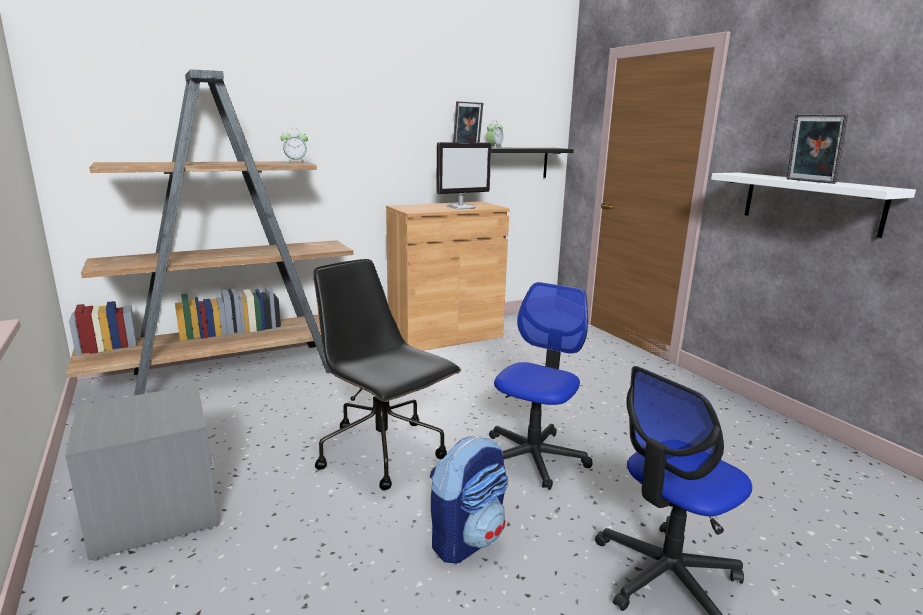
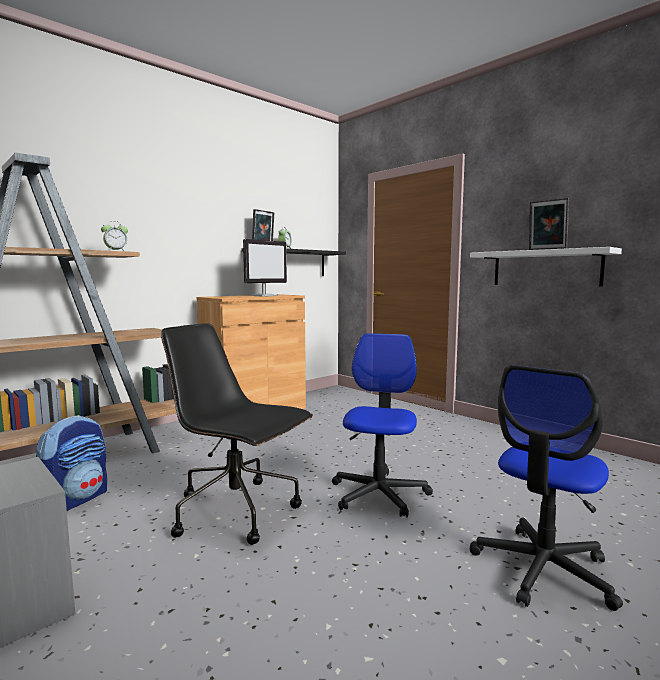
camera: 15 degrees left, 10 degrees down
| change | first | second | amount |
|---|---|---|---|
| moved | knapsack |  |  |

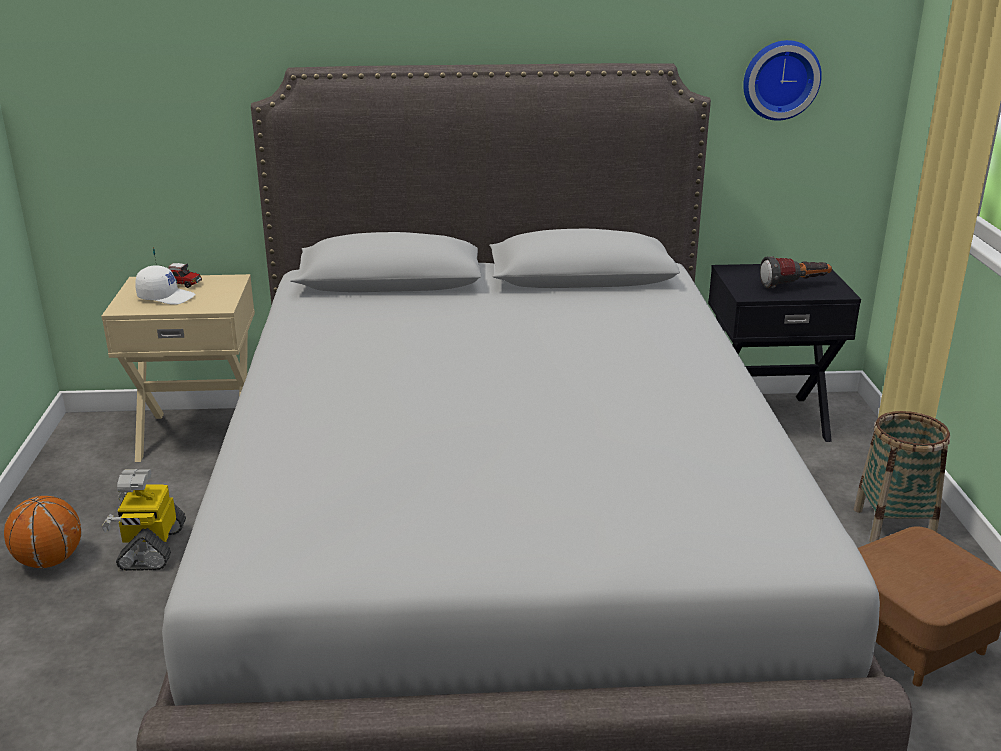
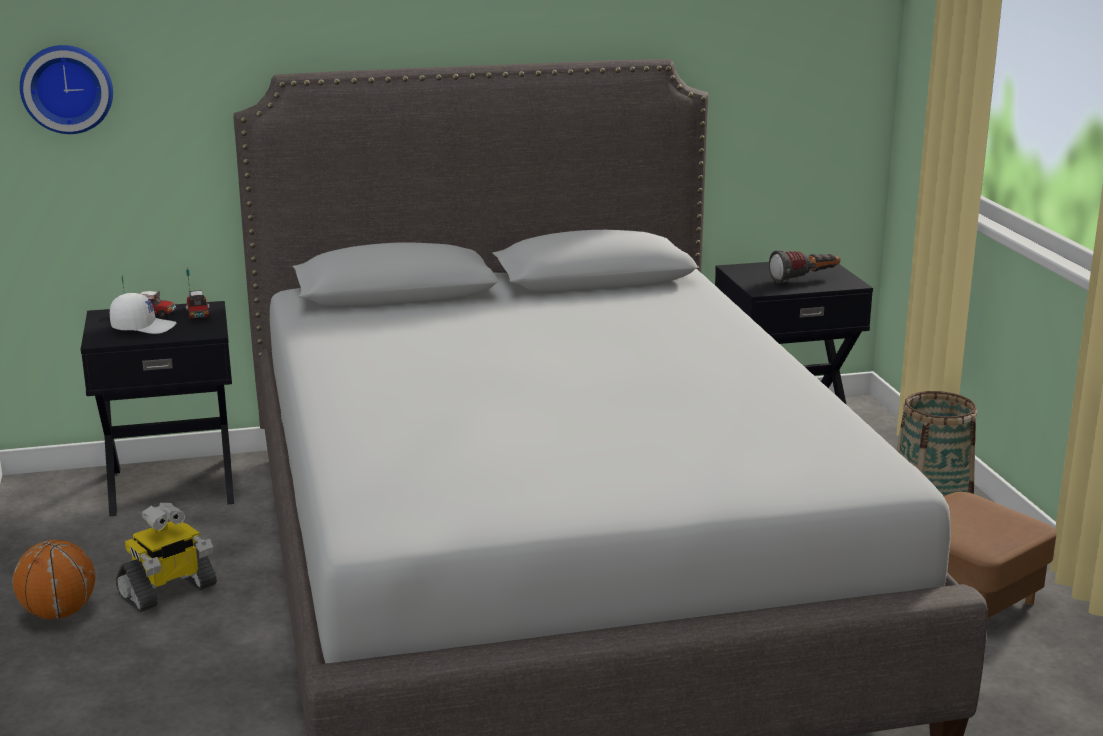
camera: 10 degrees left, 5 degrees down
| change | first | second | amount |
|---|---|---|---|
| recoloured | beige-coloured night table | black night table (1st from left) |  |
| turned | toy robot |  | 120 degrees counterclockwise |
| moved | clock on the wall |  |  |
| added |  | toy truck (2nd from left) |  |

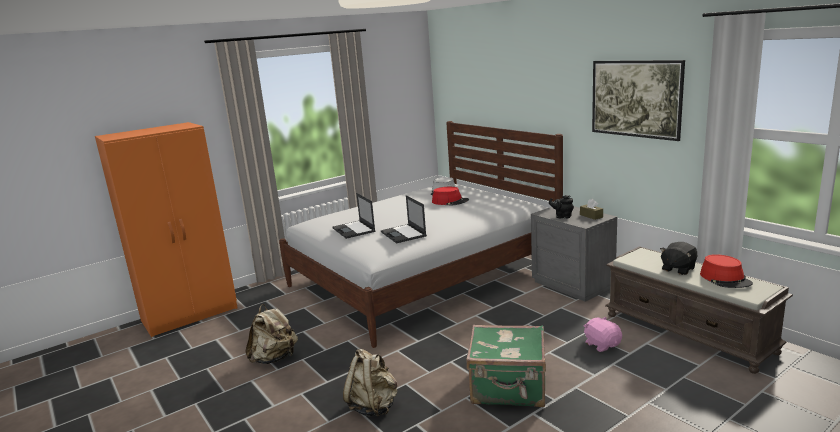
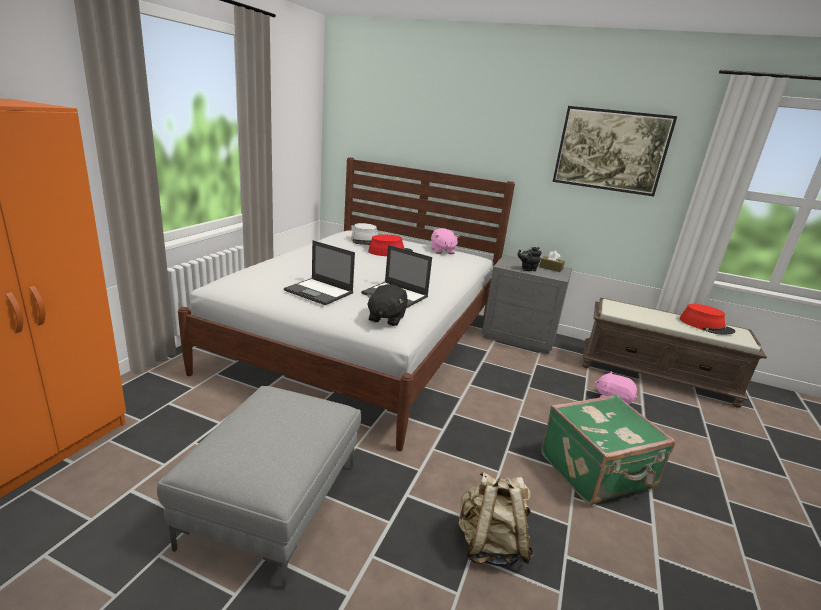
camera: 35 degrees left, 5 degrees up
| change | first | second | amount |
|---|---|---|---|
| replaced | beige-coloured knapsack (1st from left) | gray pouffe |  |
| moved | black cuddly toy |  |  |
| added |  | pink cuddly toy (1st from left) |  |

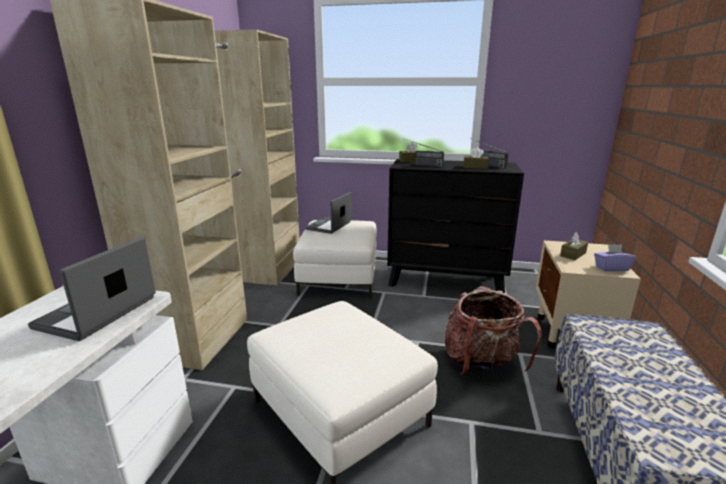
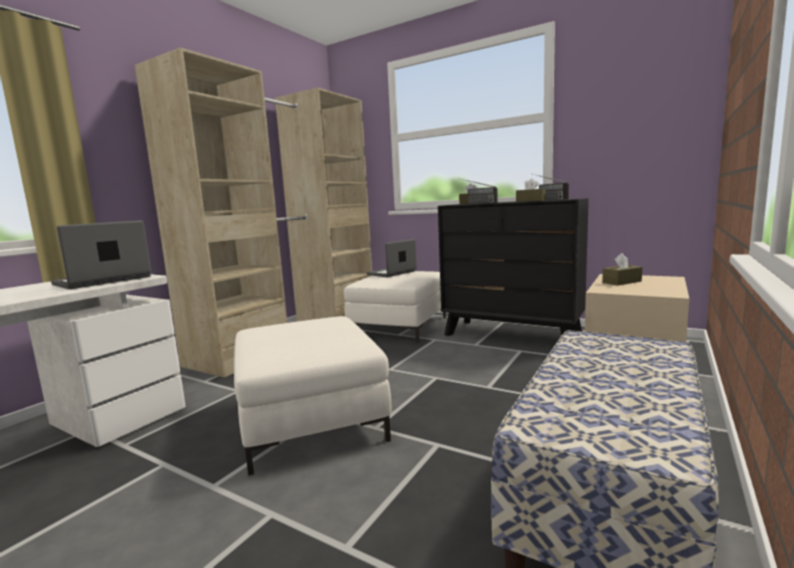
camera: 20 degrees right, 10 degrees down
| change | first | second | amount |
|---|---|---|---|
| removed | knapsack |  |  |
| removed | purple box of tissues |  |  |

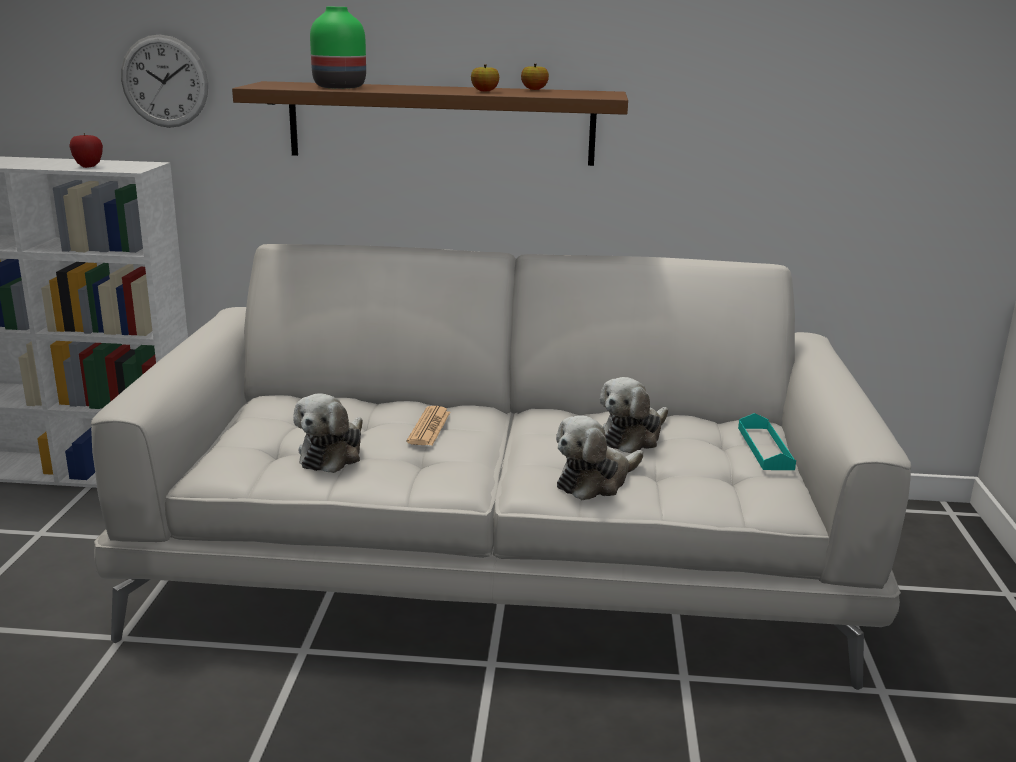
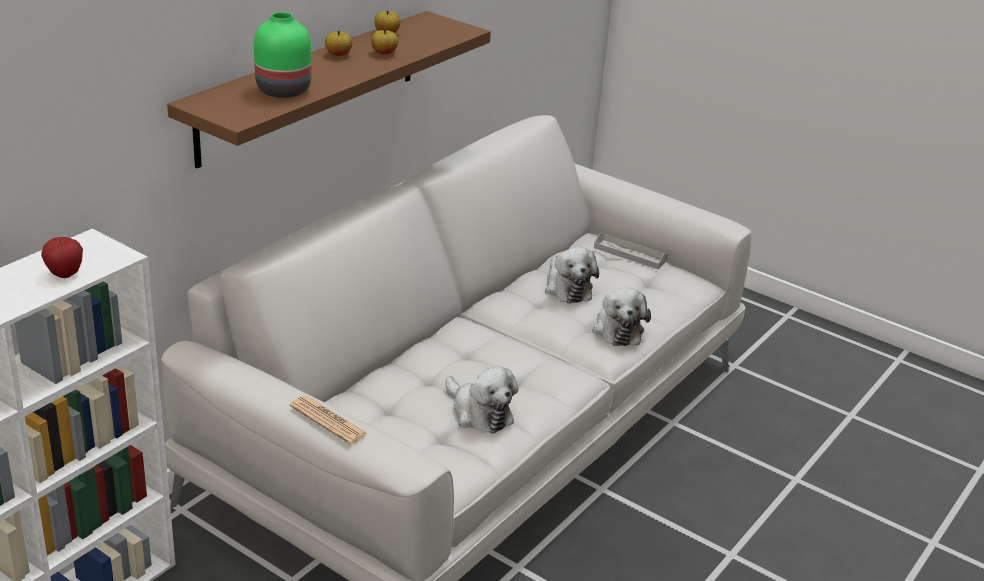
camera: 60 degrees left, 10 degrees up
| change | first | second | amount |
|---|---|---|---|
| removed | clock on the wall |  |  |
| moved | daily paper |  |  |
| recoloured | blue-green tray | gray tray |  |
| added |  | apple fruit (2nd from left) |  |

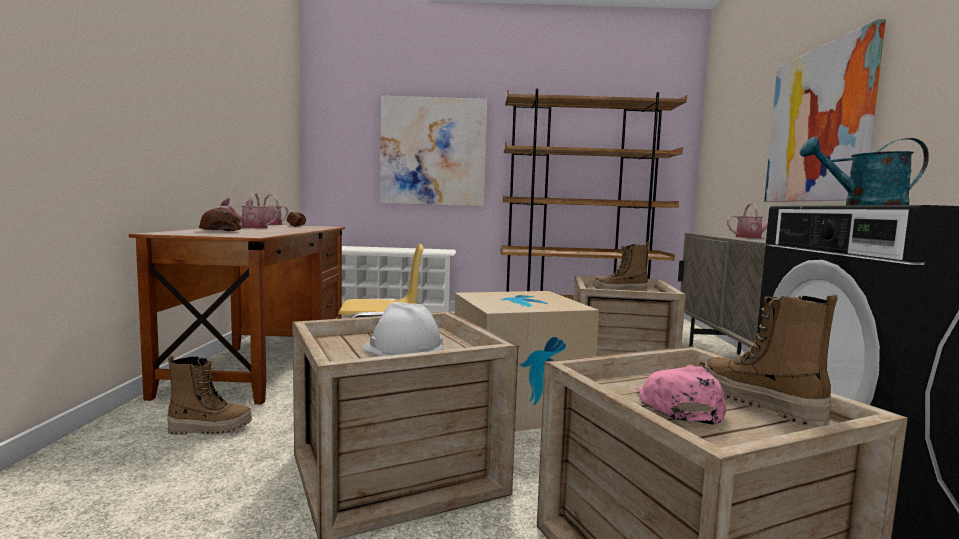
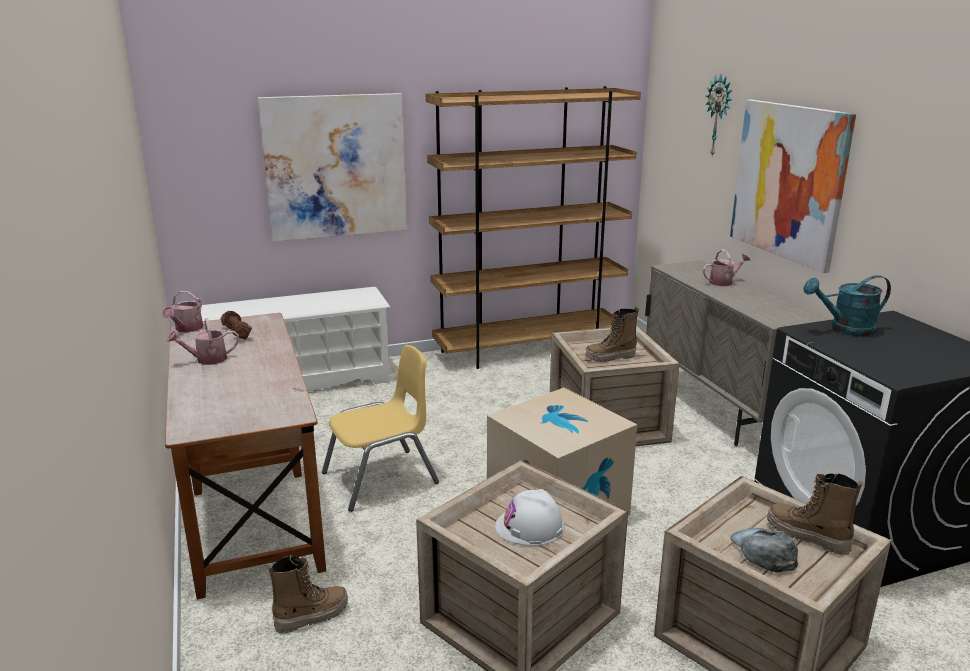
camera: 20 degrees left, 15 degrees up
| change | first | second | amount |
|---|---|---|---|
| removed | brown-coloured cap |  |  |
| recoloured | pink cap | gray cap |  |
| added |  | clock on the wall |  |

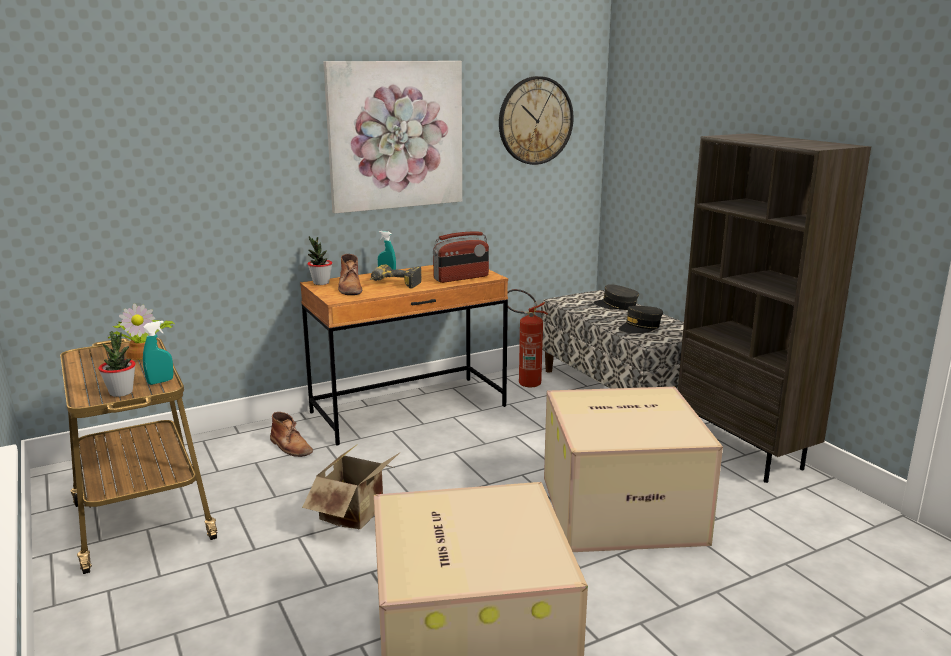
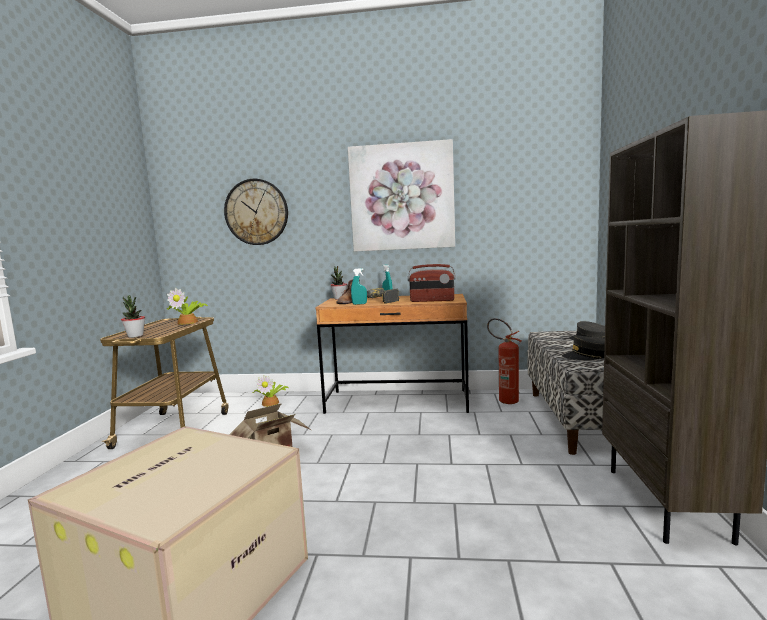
camera: 35 degrees right, 10 degrees down
| change | first | second | amount |
|---|---|---|---|
| moved | blue-green hand sprayer (1st from left) |  |  |
| removed | brown-coloured tall boot (1st from left) |  |  |
| moved | clock on the wall |  |  |
| removed | packing box (3rd from left) |  |  |
| added |  | houseplant (3rd from left) |  |

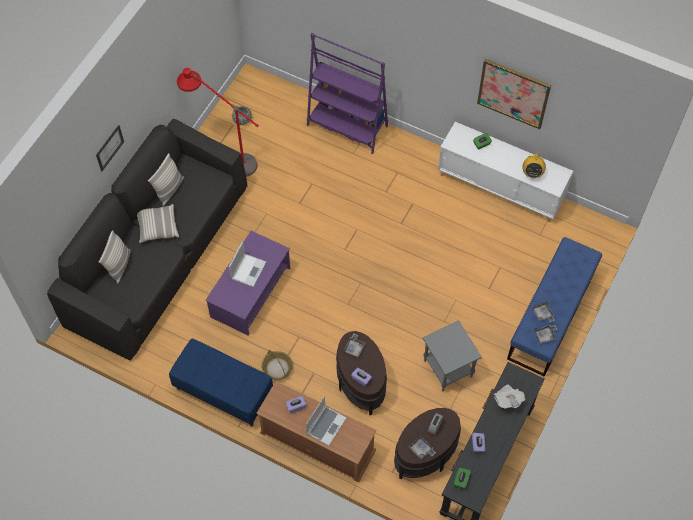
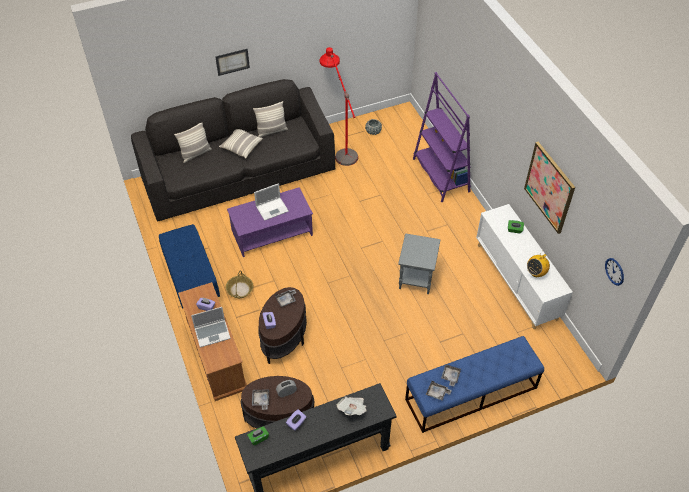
camera: 40 degrees right, 10 degrees down
| change | first | second | amount |
|---|---|---|---|
| moved | gray accent table |  |  |
| added |  | clock on the wall |  |

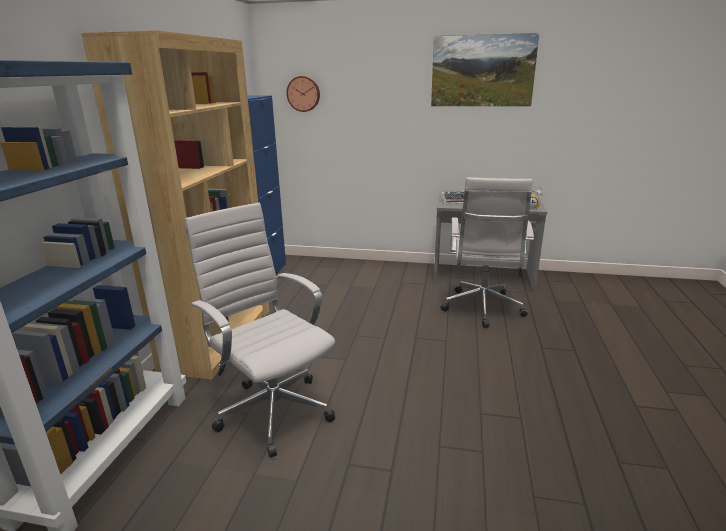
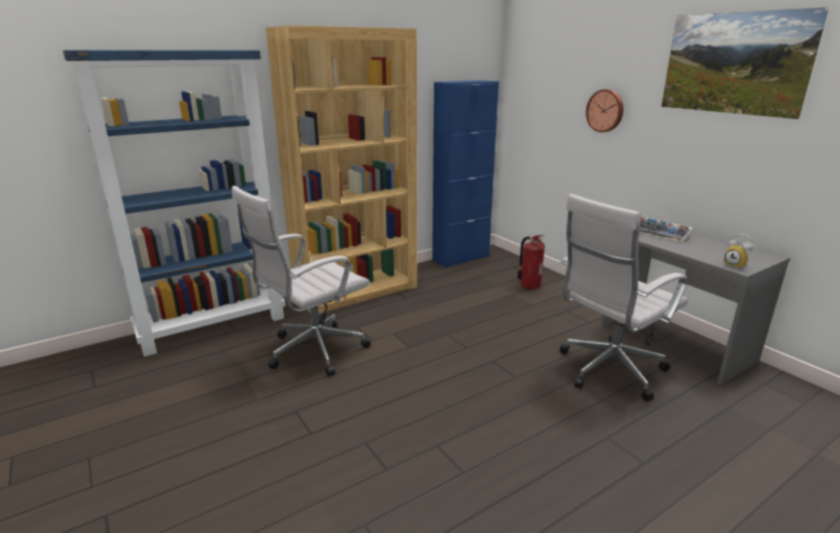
camera: 45 degrees right, 0 degrees up
| change | first | second | amount |
|---|---|---|---|
| turned | white computer chair (1st from left) |  | 135 degrees counterclockwise |
| moved | clock on the wall |  |  |
| added |  | fire-fighting cylinder |  |

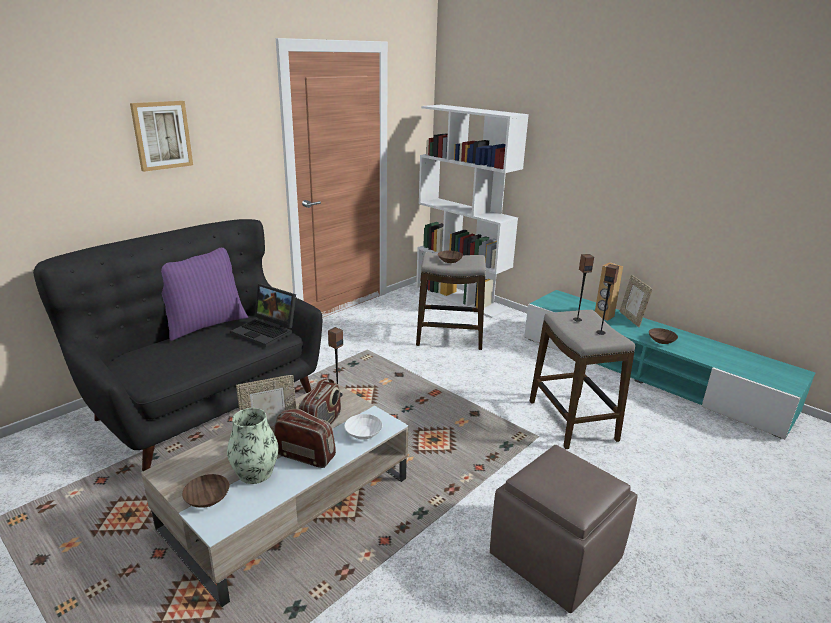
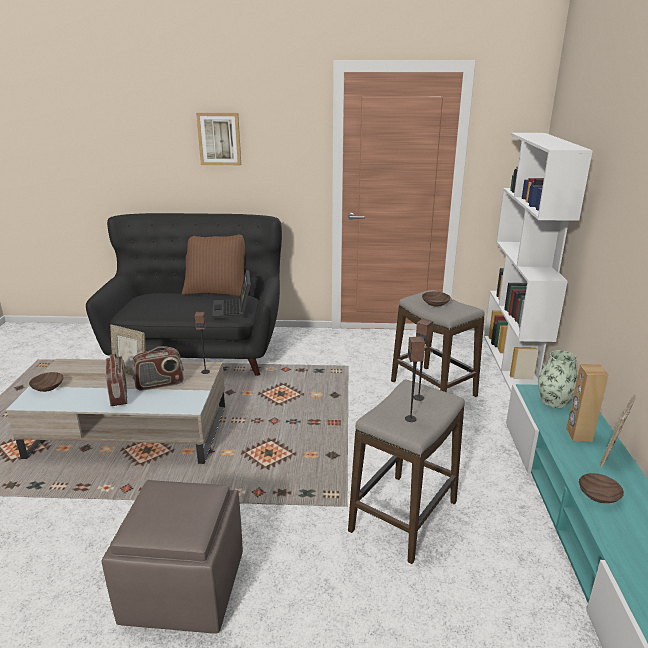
camera: 50 degrees right, 0 degrees up
| change | first | second | amount |
|---|---|---|---|
| recoloured | purple pillow | brown-coloured pillow |  |
| moved | vase |  |  |
| removed | white bowl |  |  |

